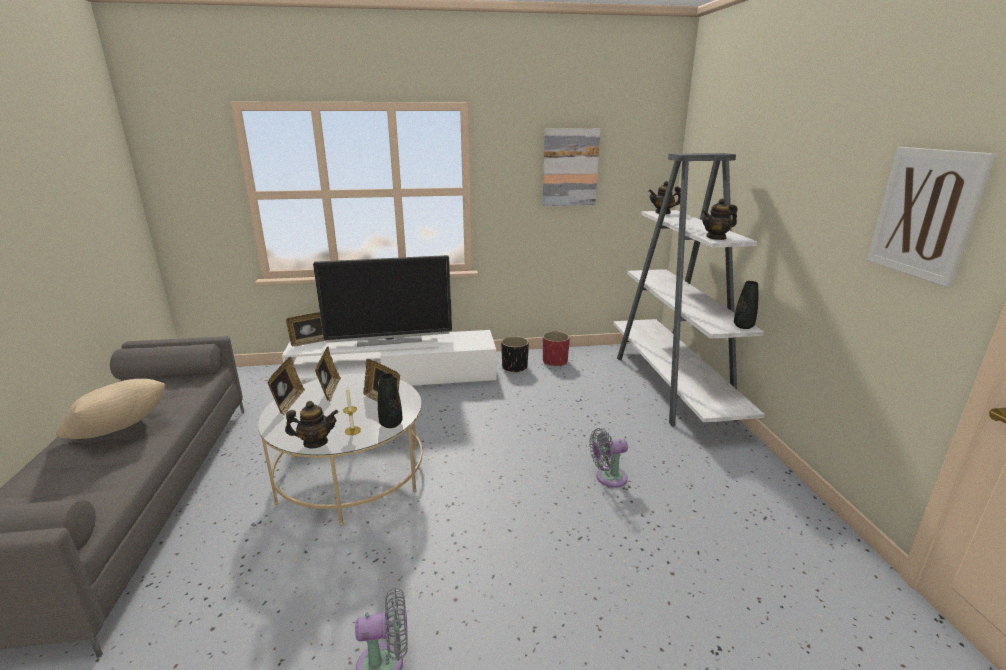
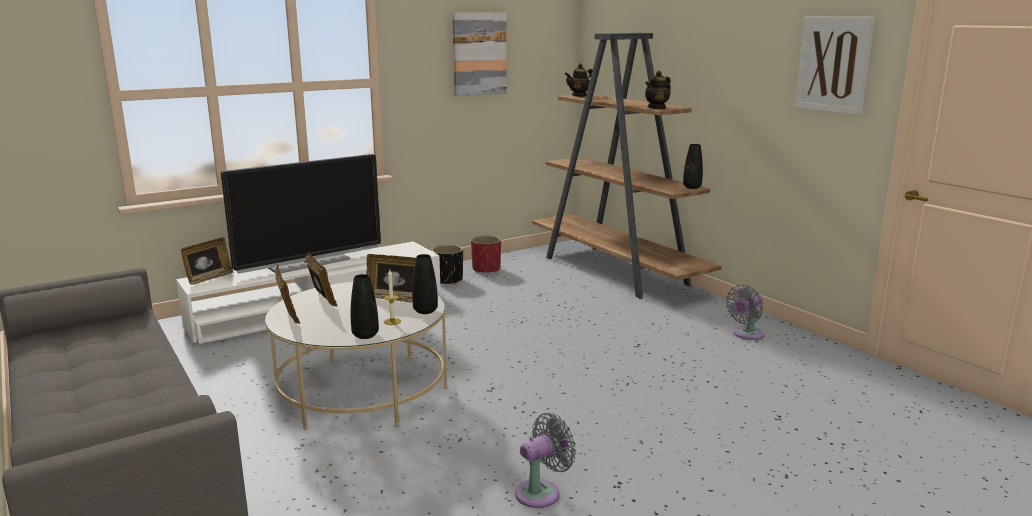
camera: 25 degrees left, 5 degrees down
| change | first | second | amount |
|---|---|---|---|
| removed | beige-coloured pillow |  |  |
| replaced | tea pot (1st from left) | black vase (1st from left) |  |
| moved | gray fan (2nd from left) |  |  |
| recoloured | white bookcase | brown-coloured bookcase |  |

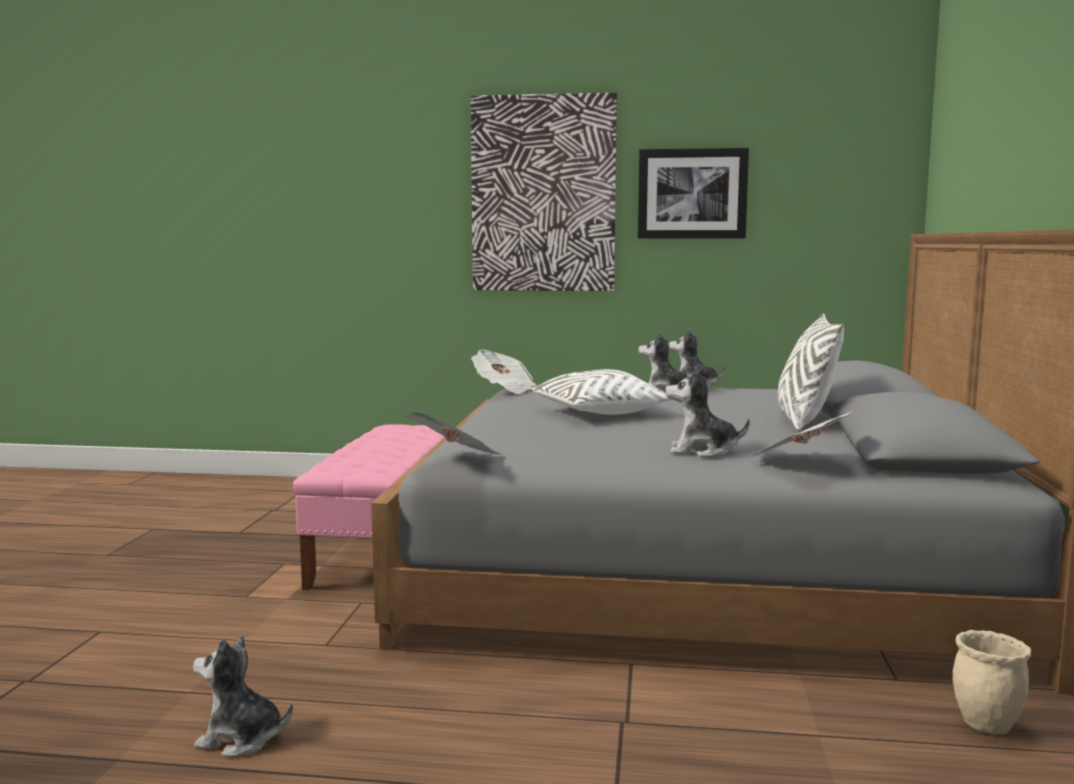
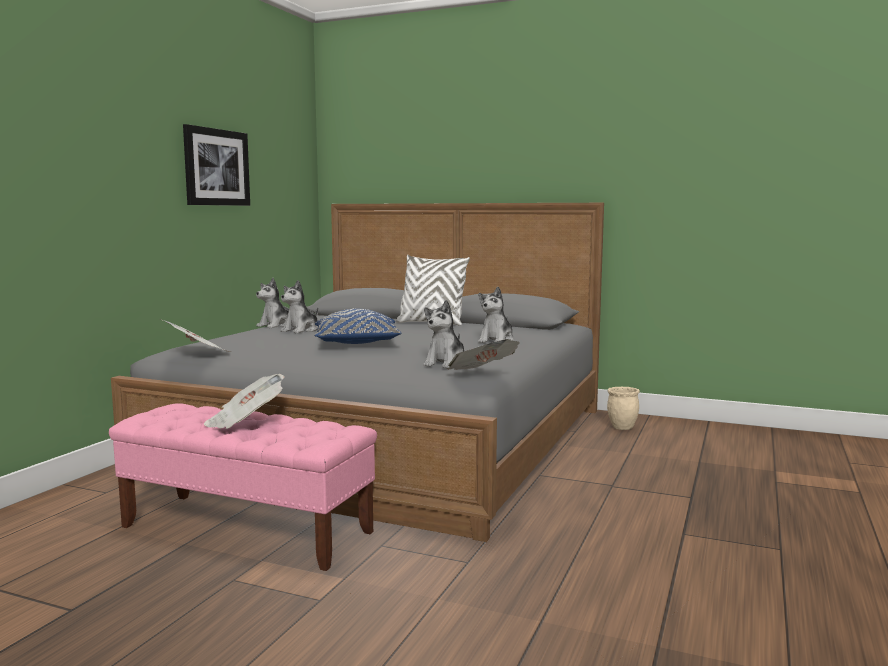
camera: 75 degrees left, 0 degrees up
| change | first | second | amount |
|---|---|---|---|
| moved | cuddly toy (1st from left in the first image) | cuddly toy (3rd from left) |  |
| removed | picture (1st from left) |  |  |
| recoloured | white pillow (1st from left) | blue pillow |  |
| moved | daily paper (3rd from left in the first image) | daily paper (2nd from left) |  |

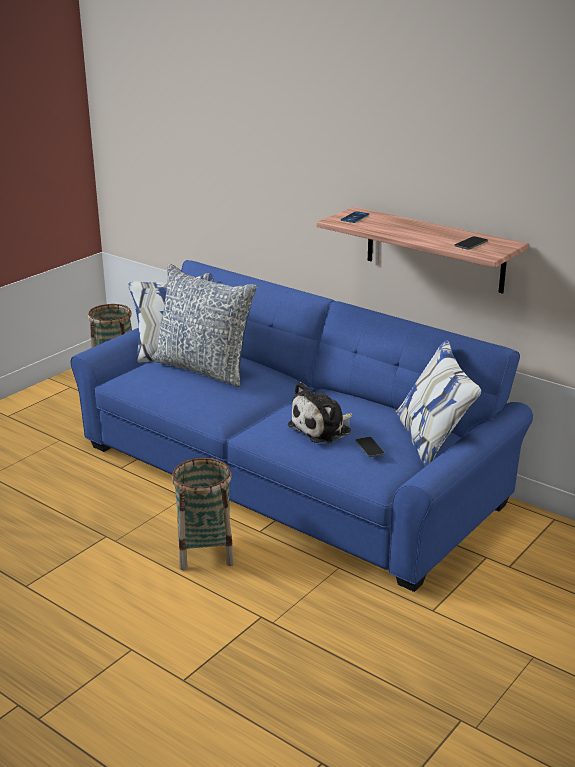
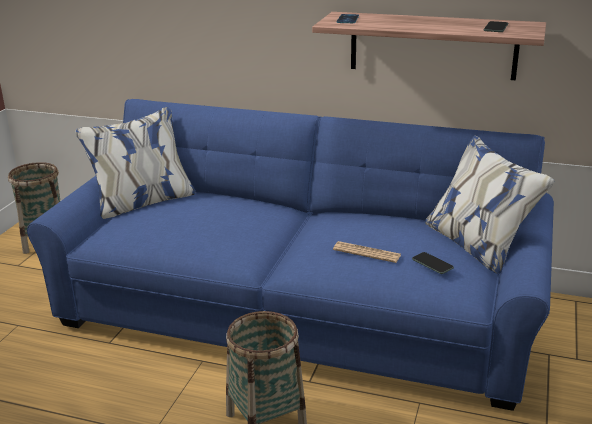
camera: 20 degrees left, 0 degrees up
| change | first | second | amount |
|---|---|---|---|
| removed | pillow |  |  |
| replaced | cuddly toy | daily paper |  |

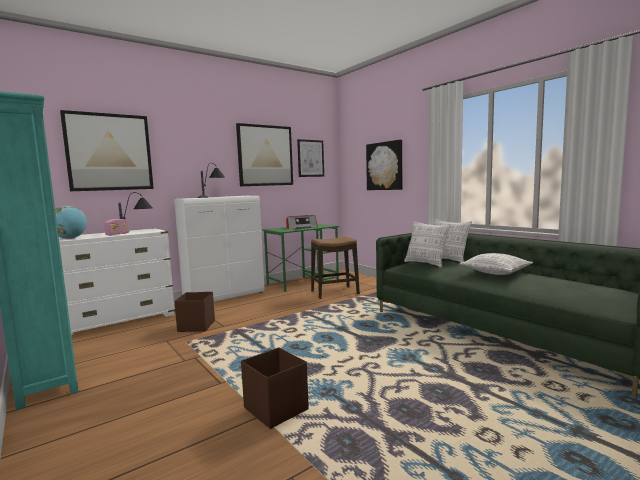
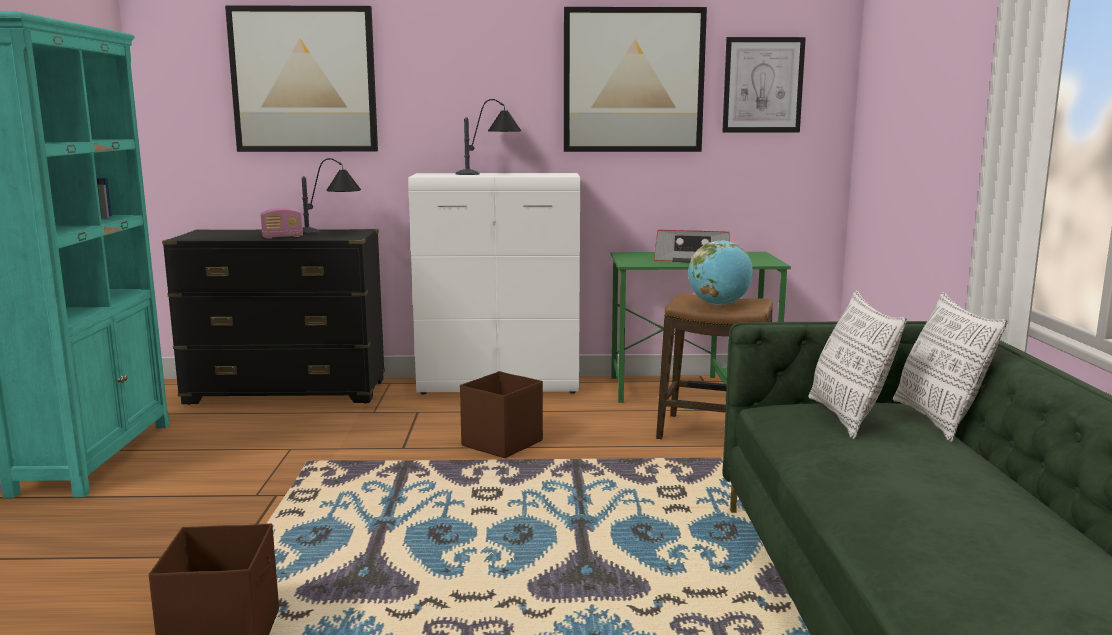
camera: 35 degrees right, 5 degrees up
| change | first | second | amount |
|---|---|---|---|
| moved | world globe |  |  |
| recoloured | white dresser | black dresser |  |
| moved | brown-coloured storage box (1st from left in the first image) | brown-coloured storage box (2nd from left) |  |
| removed | picture (4th from left) |  |  |
| removed | pillow (3rd from left) |  |  |

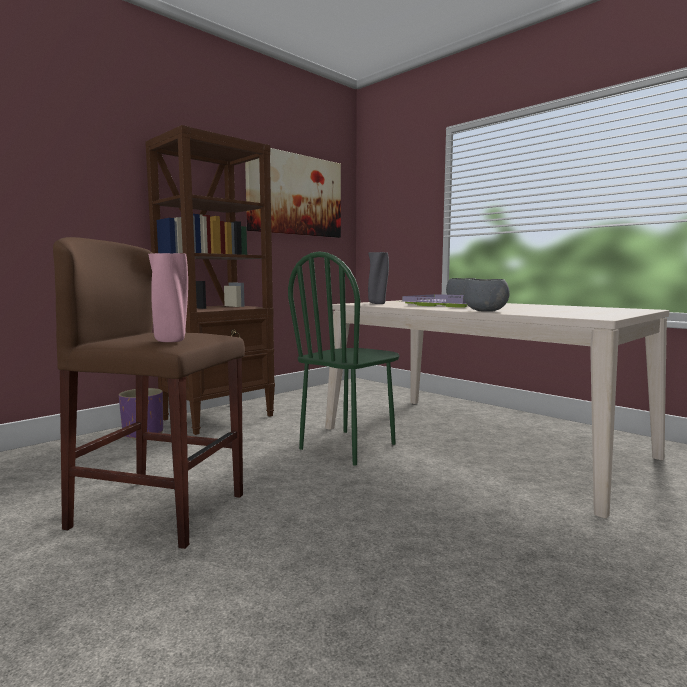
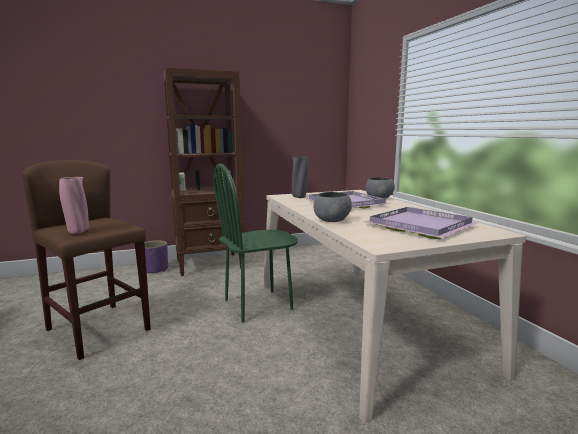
camera: 25 degrees right, 5 degrees up
| change | first | second | amount |
|---|---|---|---|
| removed | picture |  |  |
| added |  | purple tray (2nd from left) |  |

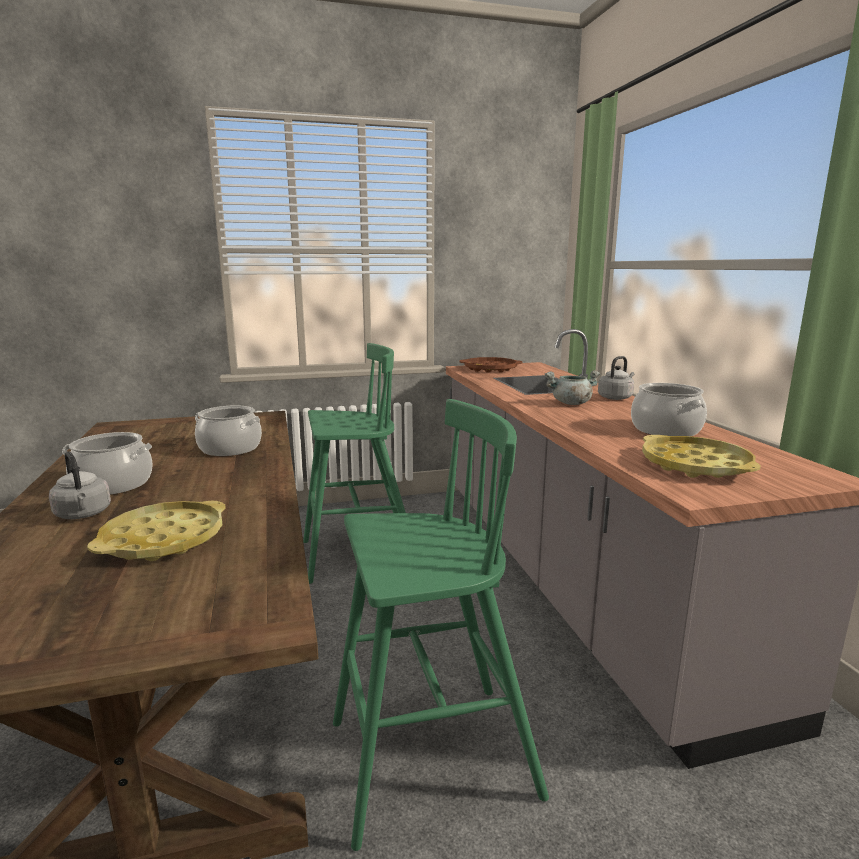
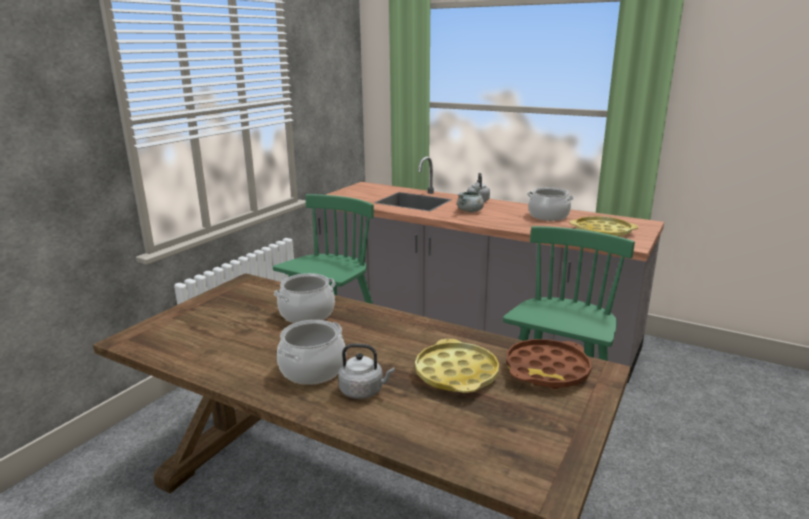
camera: 45 degrees left, 5 degrees up
| change | first | second | amount |
|---|---|---|---|
| moved | brown-coloured tray |  |  |

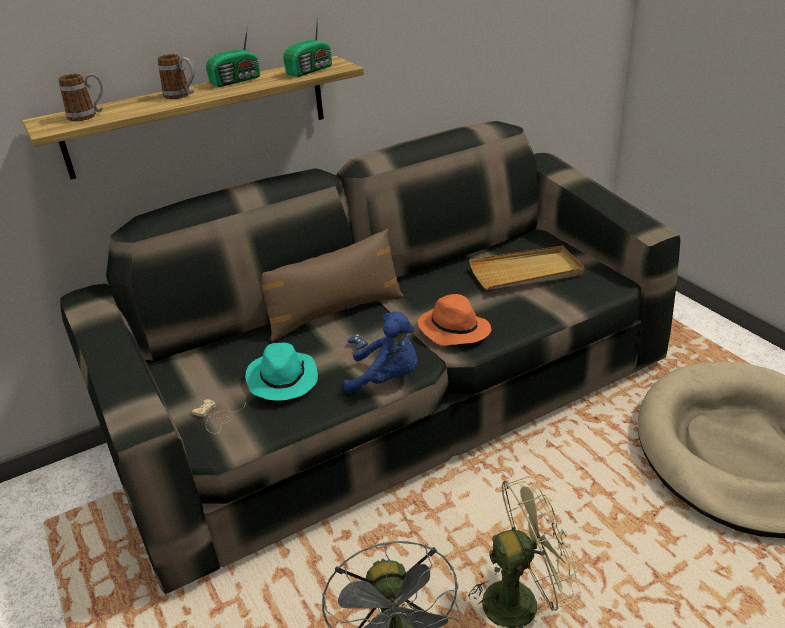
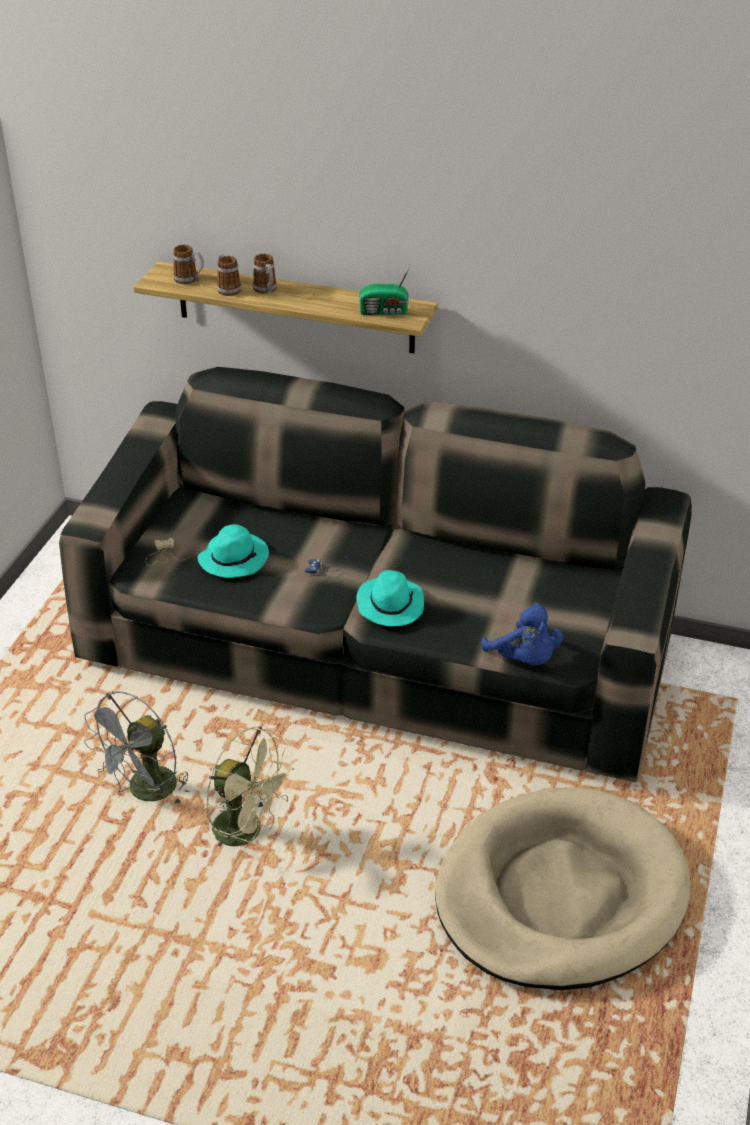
camera: 45 degrees right, 5 degrees up
| change | first | second | amount |
|---|---|---|---|
| removed | radio receiver (1st from left) |  |  |
| removed | brown-coloured pillow |  |  |
| moved | blue cuddly toy |  |  |
| recoloured | orange-coloured wearable hat | blue-green wearable hat (2nd from left) |  |
| removed | beige-coloured tray |  |  |
| added |  | coffee mug (2nd from left) |  |

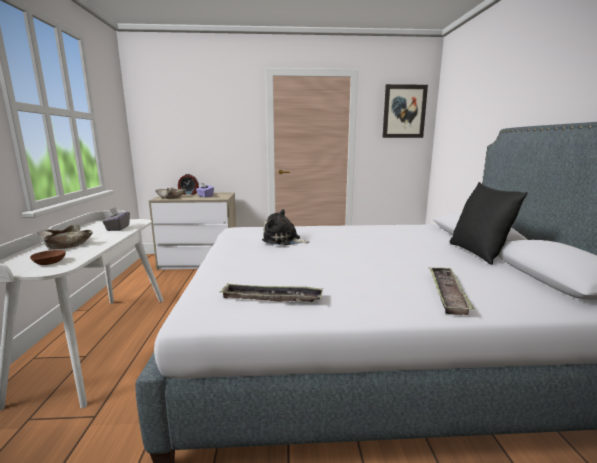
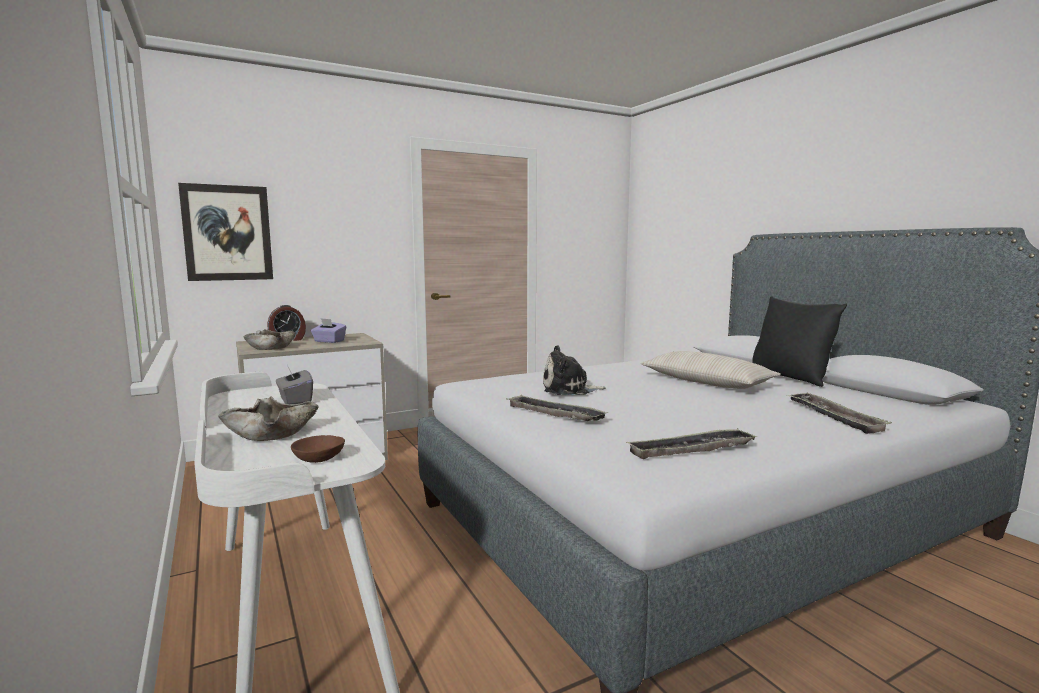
camera: 25 degrees left, 5 degrees down
| change | first | second | amount |
|---|---|---|---|
| moved | picture |  |  |
| added |  | tray (1st from left) |  |
| added |  | beige-coloured pillow |  |

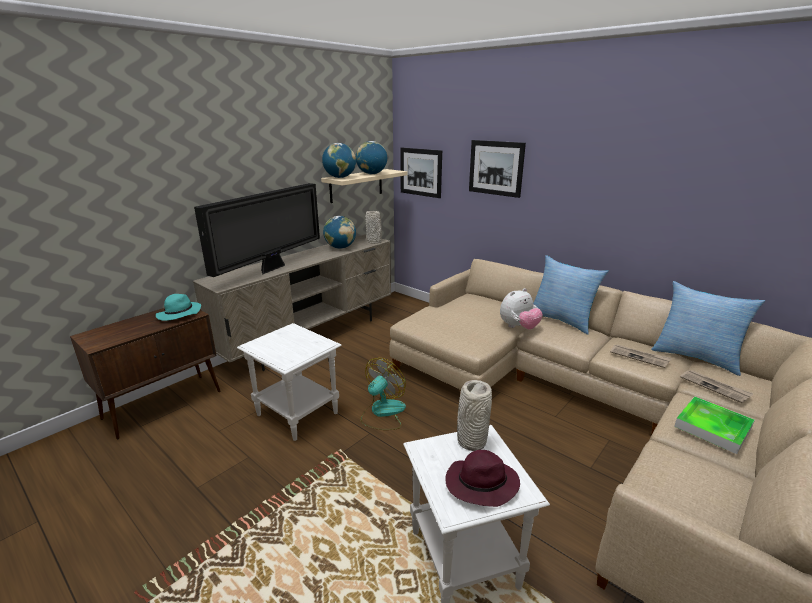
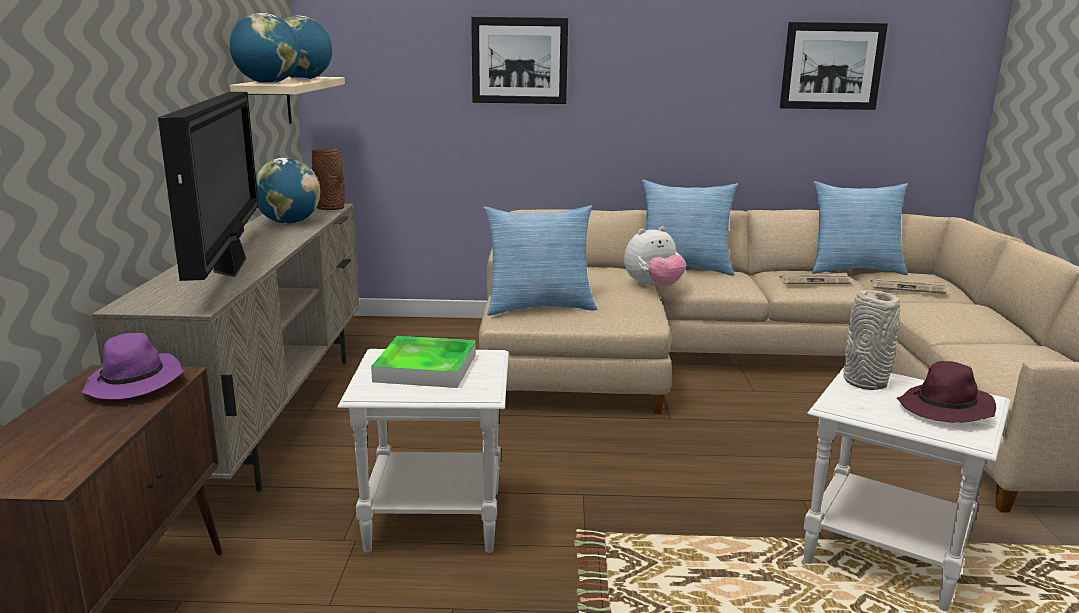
camera: 40 degrees left, 5 degrees down
| change | first | second | amount |
|---|---|---|---|
| recoloured | blue-green wearable hat | purple wearable hat (1st from left) |  |
| removed | fan |  |  |
| recoloured | gray vase (1st from left) | brown-coloured vase |  |
| moved | picture (1st from left in the first image) | picture (2nd from left) |  |
| turned | cuddly toy |  | 45 degrees clockwise |
| moved | tray |  |  |
| added |  | pillow (1st from left) |  |

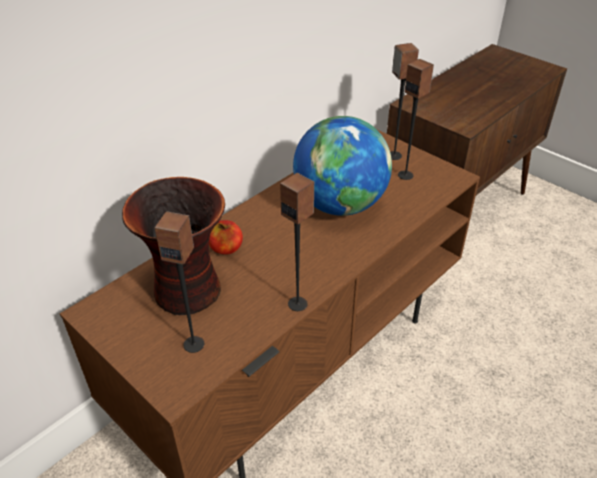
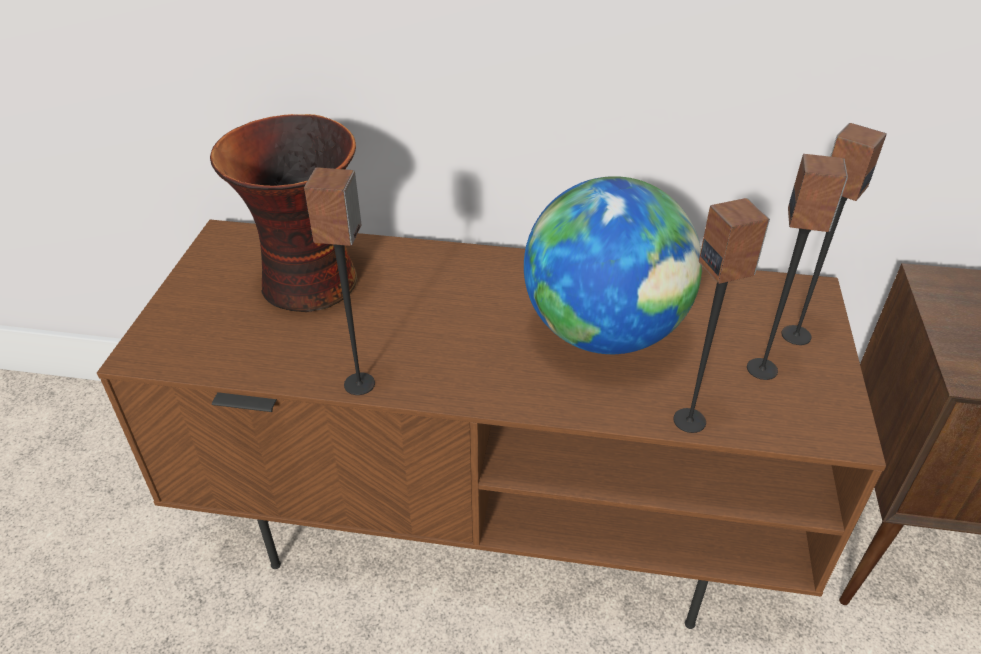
camera: 55 degrees right, 0 degrees up
| change | first | second | amount |
|---|---|---|---|
| moved | speaker (1st from left in the first image) | speaker (2nd from left) |  |
| removed | apple fruit |  |  |

